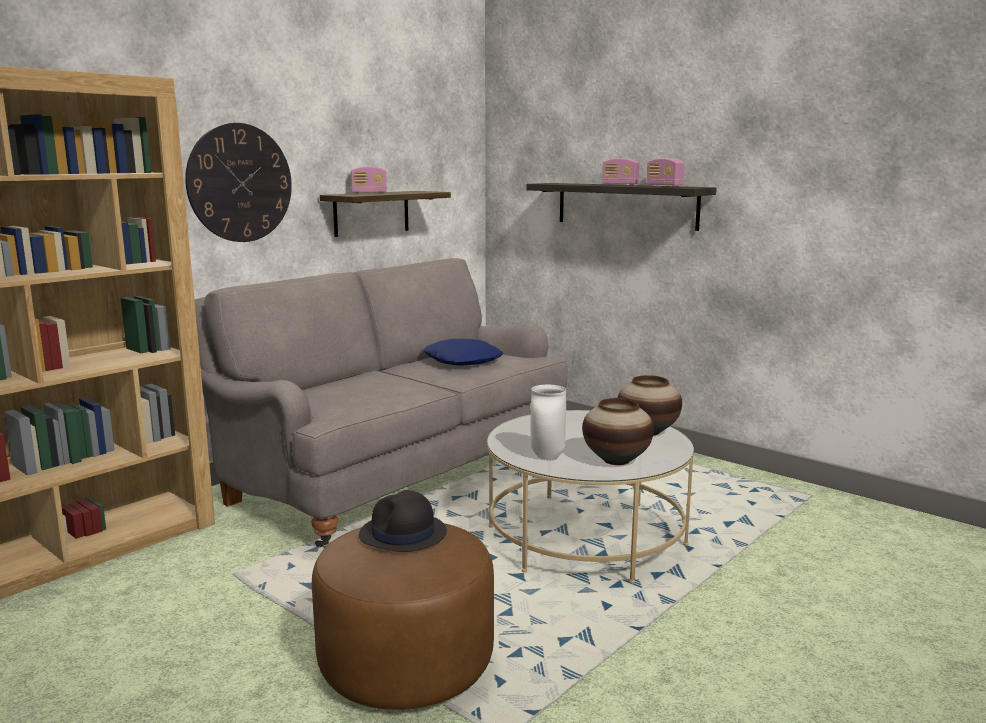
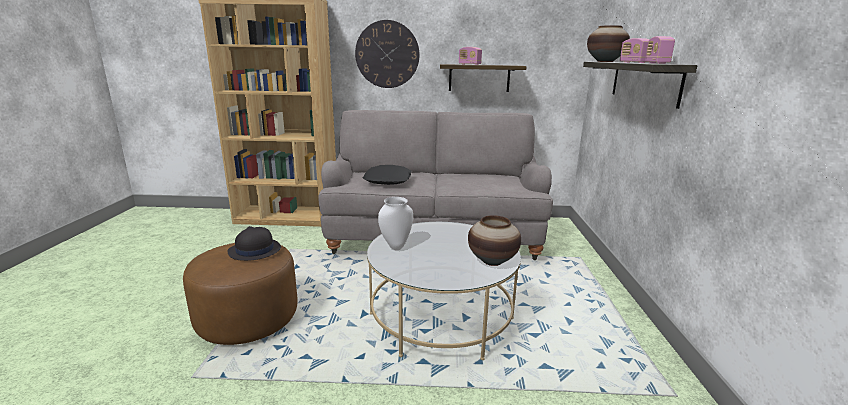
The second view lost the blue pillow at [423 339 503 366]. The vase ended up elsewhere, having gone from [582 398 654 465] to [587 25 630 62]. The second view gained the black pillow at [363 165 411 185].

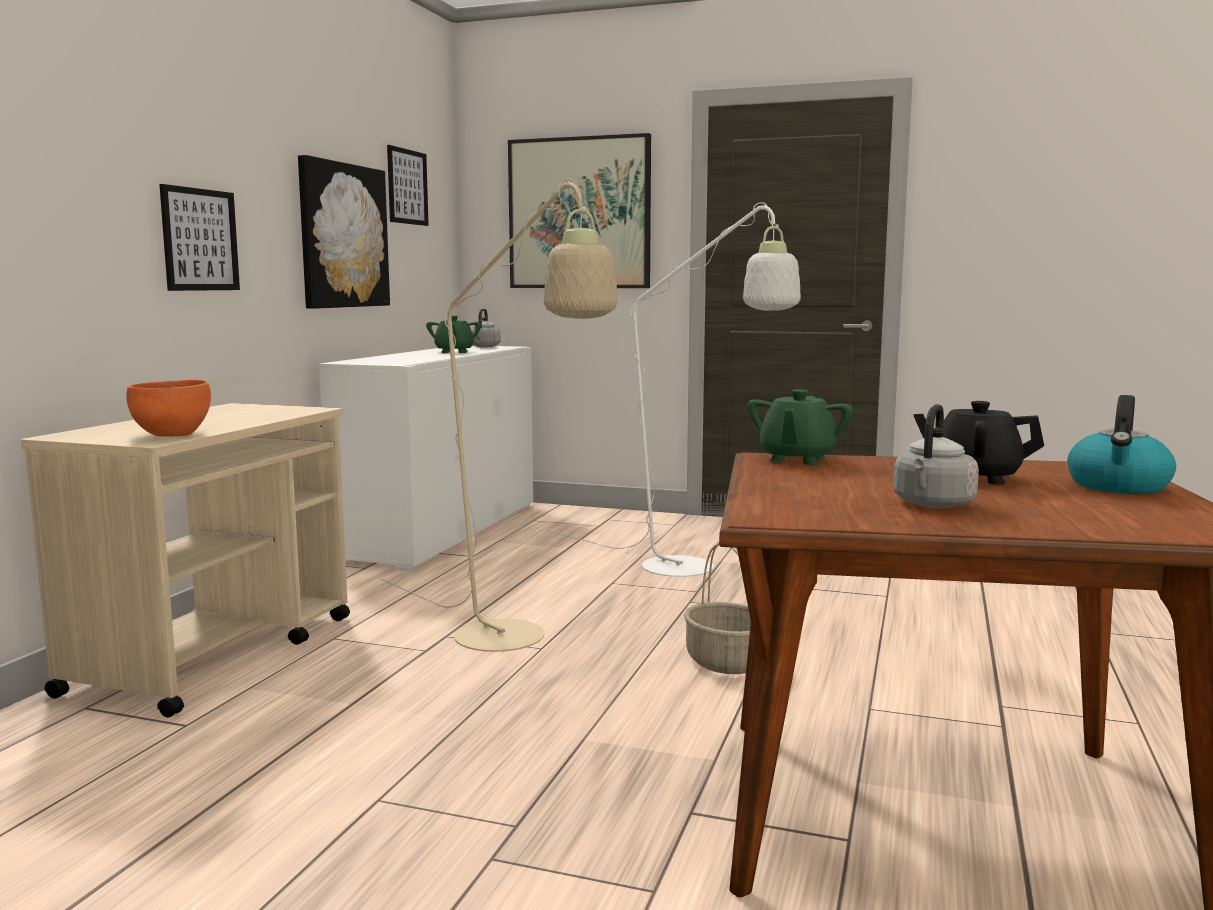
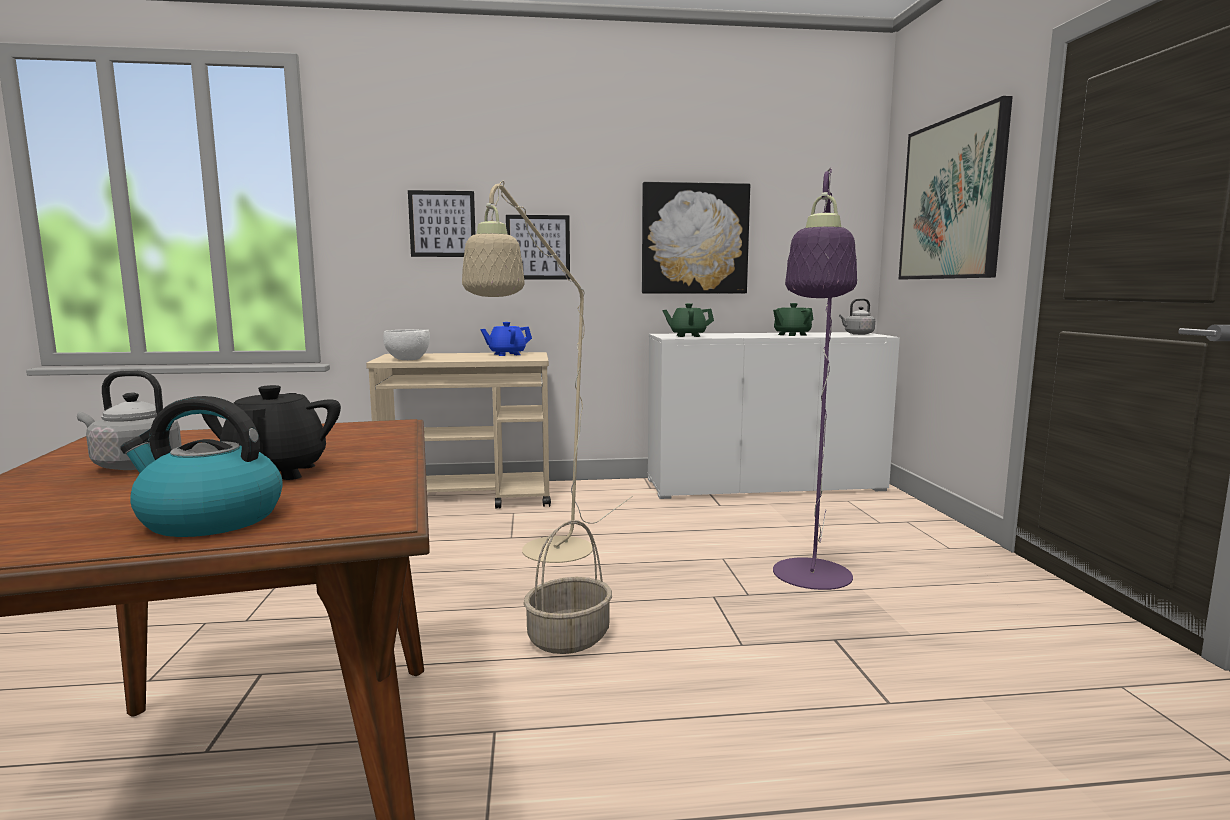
The picture ended up elsewhere, having gone from [387 145 429 226] to [408 190 475 257]. What was the white floor lamp at [546 202 801 577] turned into the purple floor lamp at [773 168 857 590]. What was the orange bowl at [126 380 211 437] turned into the white bowl at [383 330 430 360]. The green teapot ended up elsewhere, having gone from [747 389 853 465] to [663 303 714 337]. The second view gained the blue teapot at [481 322 532 356].

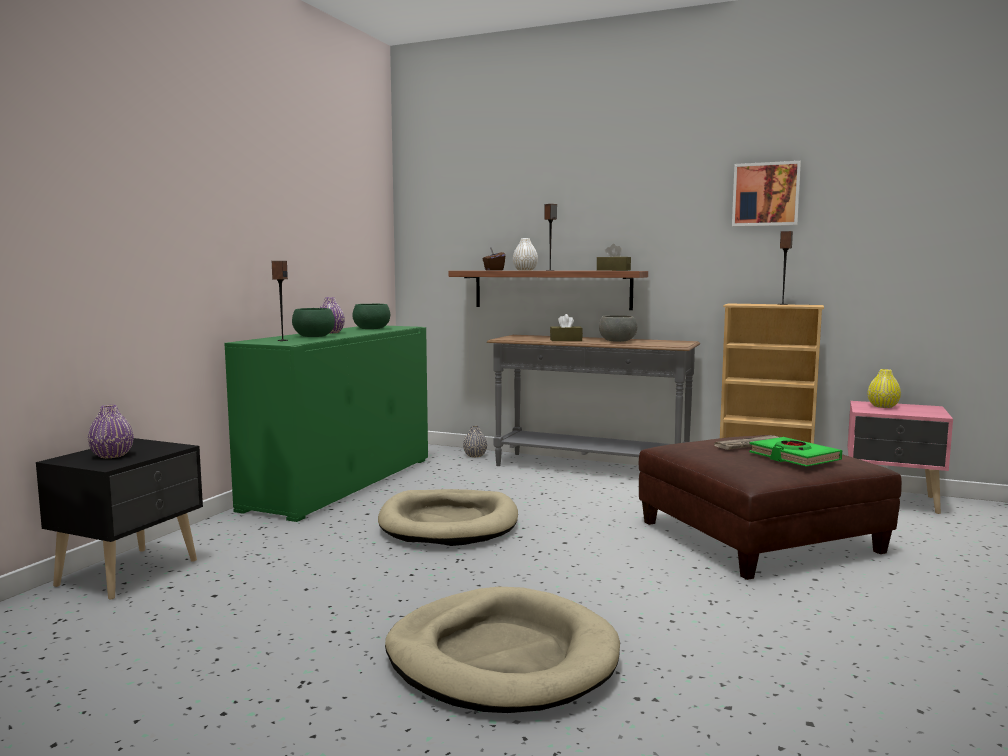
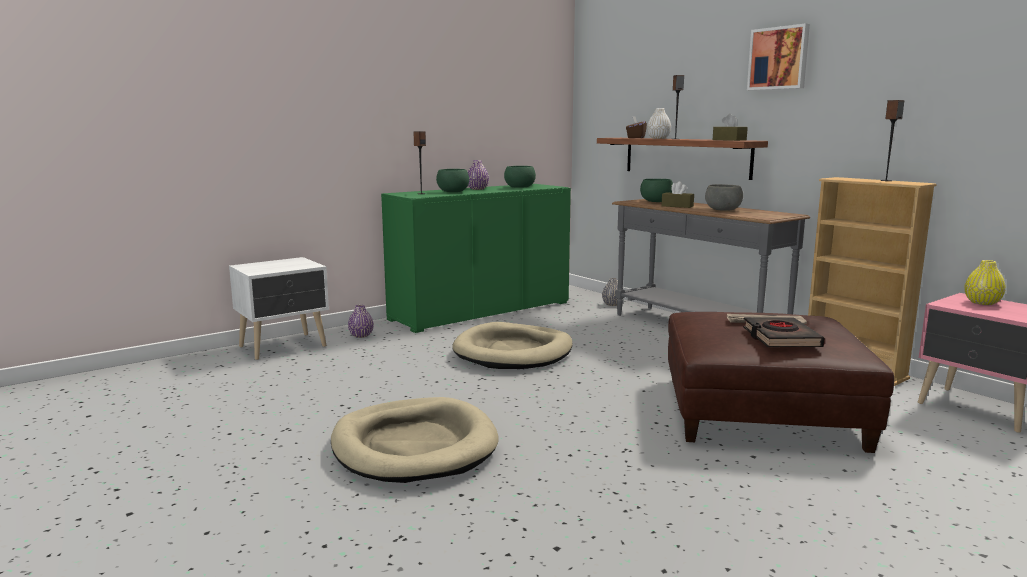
The picture ended up elsewhere, having gone from [732 161 801 227] to [747 23 810 90]. The purple vase ended up elsewhere, having gone from [88 405 134 458] to [348 305 374 338]. What was the green book at [749 437 842 467] turned into the black book at [743 317 825 347]. What was the black nightstand at [36 438 203 600] turned into the white nightstand at [229 257 329 360]. The second view gained the green bowl at [640 179 673 202].

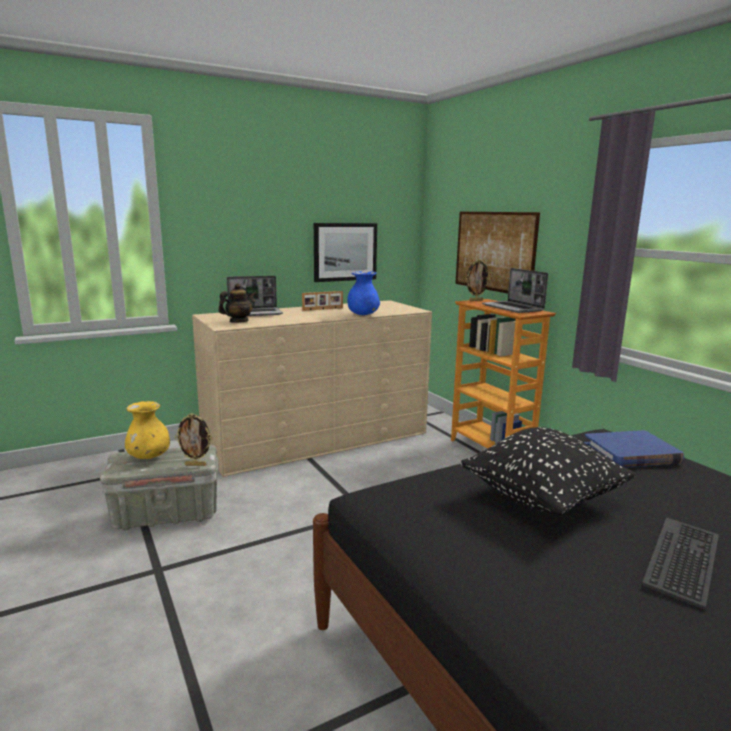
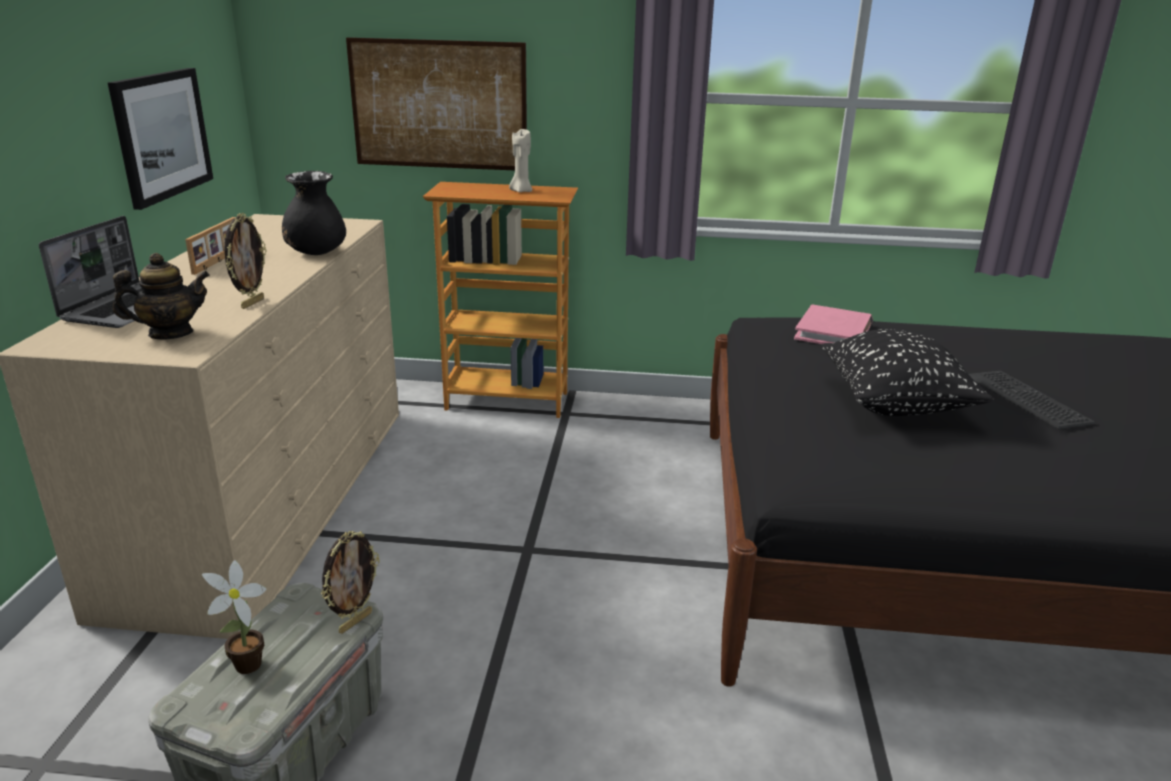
The picture frame ended up elsewhere, having gone from [466 259 490 301] to [224 213 266 309]. Where the laptop stood at [482 268 548 313], the beige candle came to stand at [509 129 532 192]. What was the blue vase at [347 271 380 315] turned into the black vase at [282 171 346 255]. The teapot at [218 283 257 322] ended up facing another way, 75 degrees clockwise from before. Where the yellow vase stood at [125 401 170 459], the potted plant came to stand at [202 560 266 674]. What was the blue book at [584 430 684 468] turned into the pink book at [794 304 873 344].

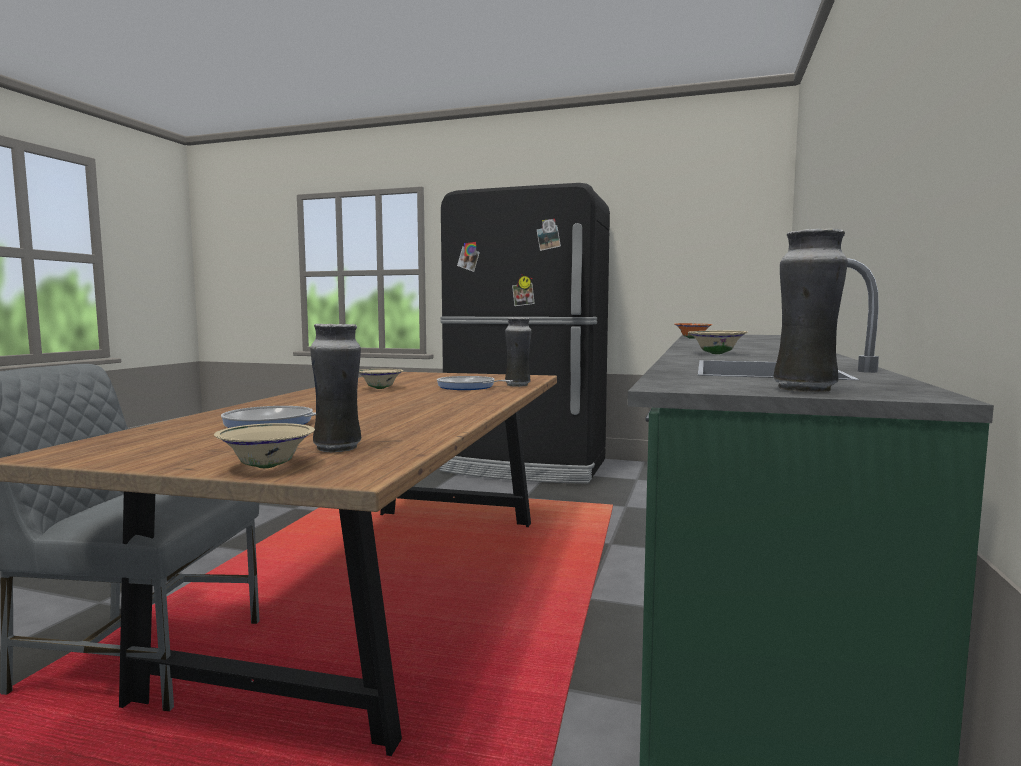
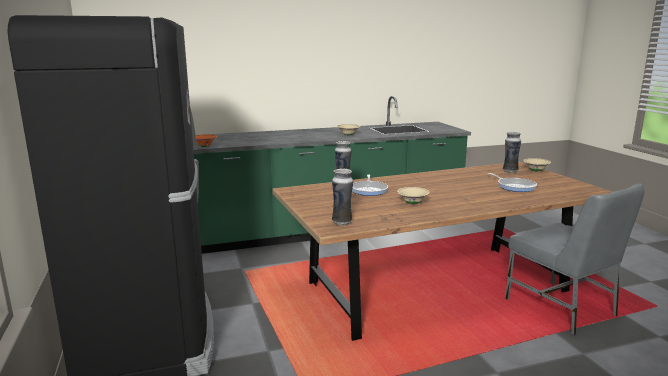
The vase ended up elsewhere, having gone from [774 228 848 393] to [332 169 353 226].

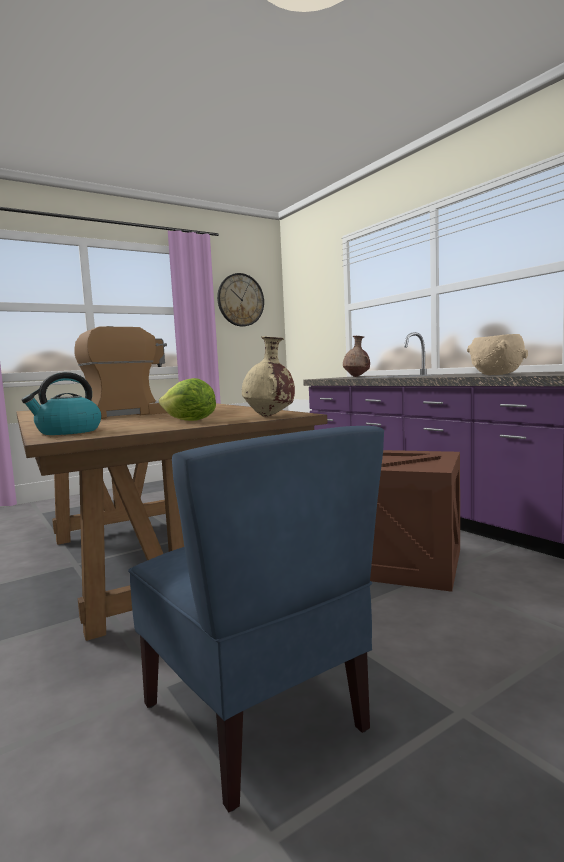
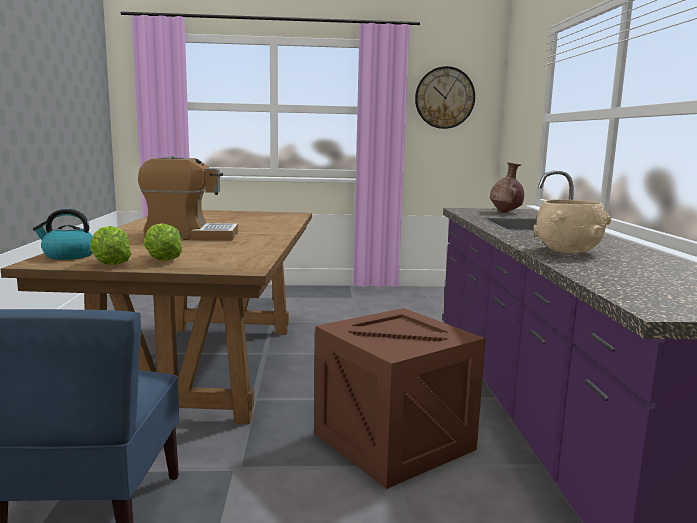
The second view lost the beige vase at [242 336 295 417]. The second view gained the lettuce at [90 226 131 265].

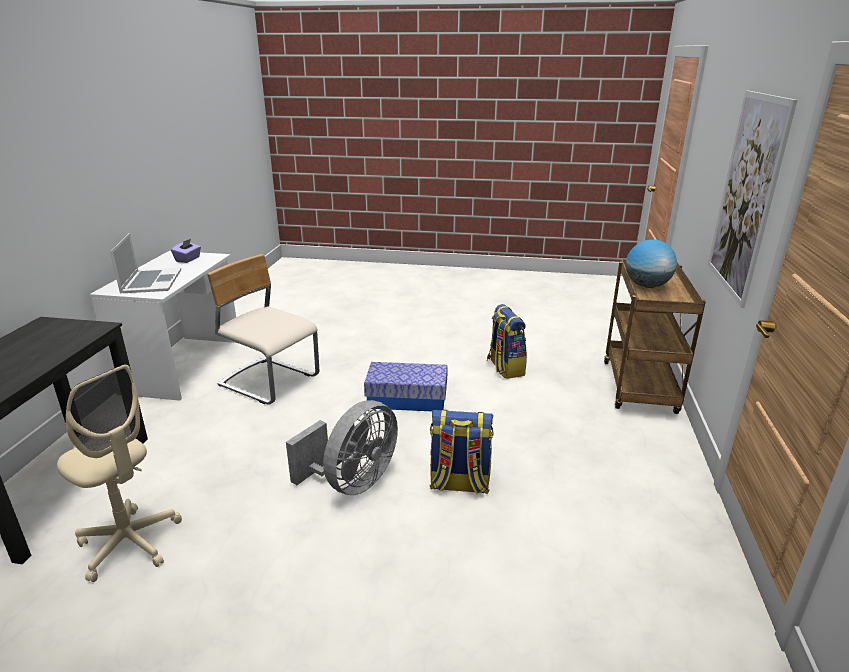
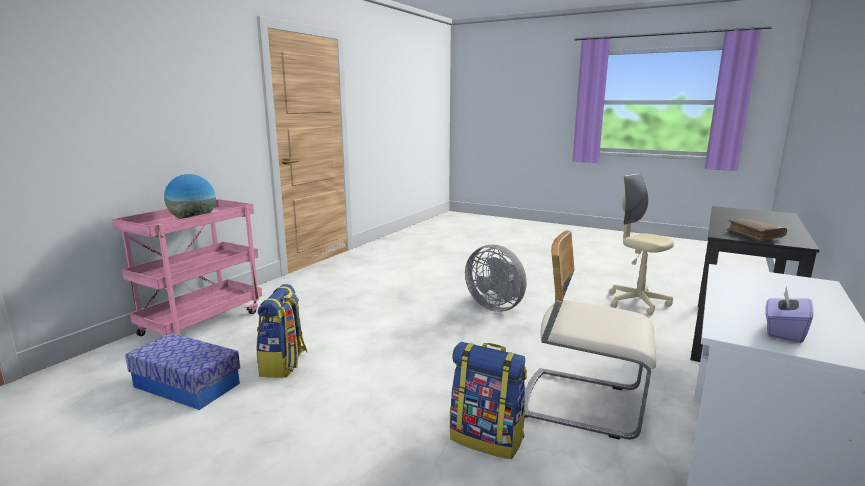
The second view lost the picture at [708 91 797 308]. The second view lost the laptop at [110 233 181 293]. The beige chair at [207 254 319 404] ended up facing another way, 150 degrees clockwise from before. What was the brown cart at [604 259 706 414] turned into the pink cart at [113 199 262 336]. The storage box ended up elsewhere, having gone from [364 362 448 411] to [125 333 240 410]. The grey fan at [286 400 398 495] ended up facing another way, 105 degrees counterclockwise from before. The backpack ended up elsewhere, having gone from [430 410 494 495] to [450 342 527 459]. The second view gained the brown book at [726 218 787 242].

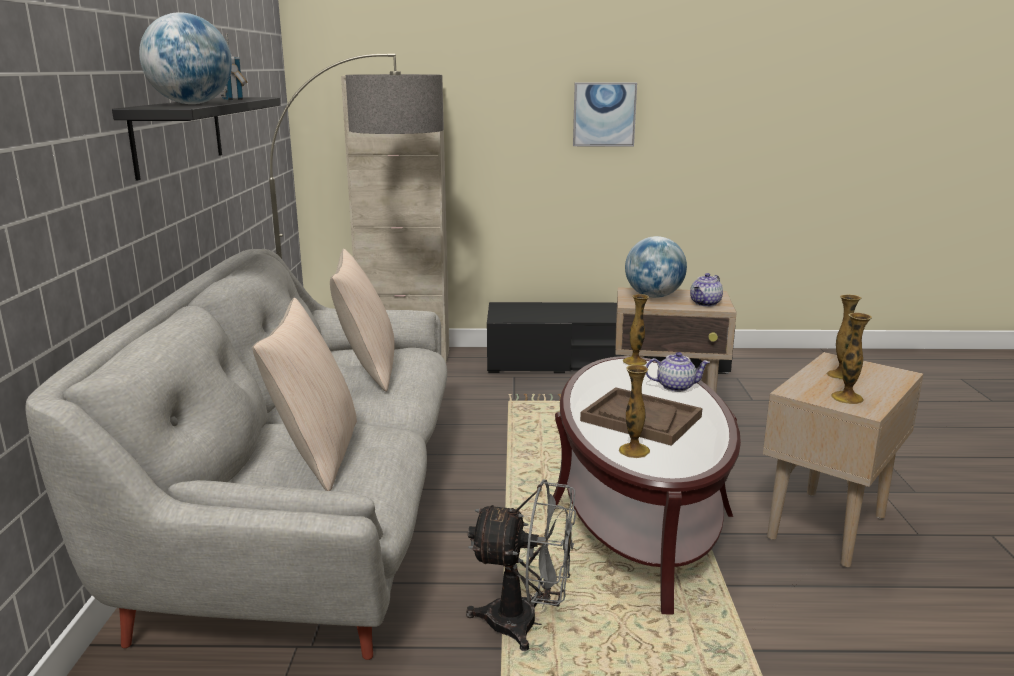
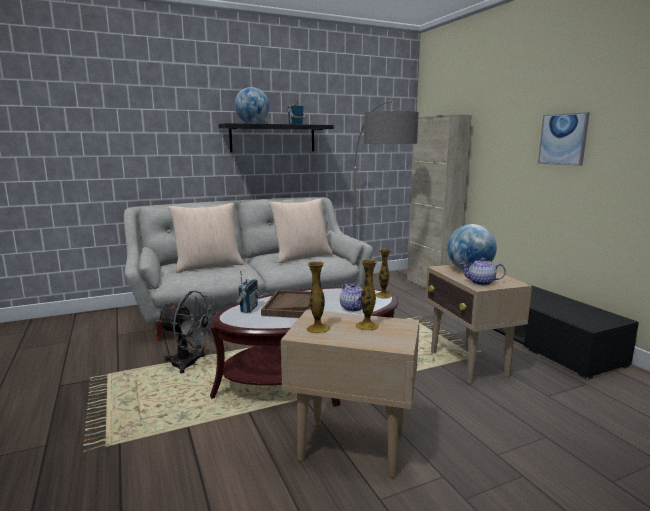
Where the vase stood at [619 365 650 458], the radio came to stand at [236 271 259 313]. The grey fan at [466 479 576 651] ended up facing another way, 60 degrees counterclockwise from before.

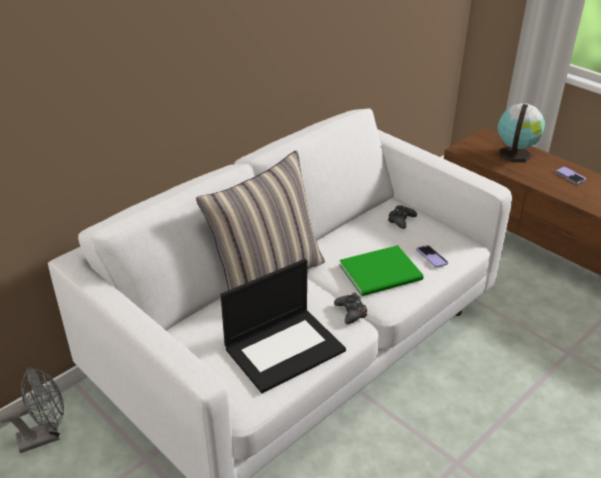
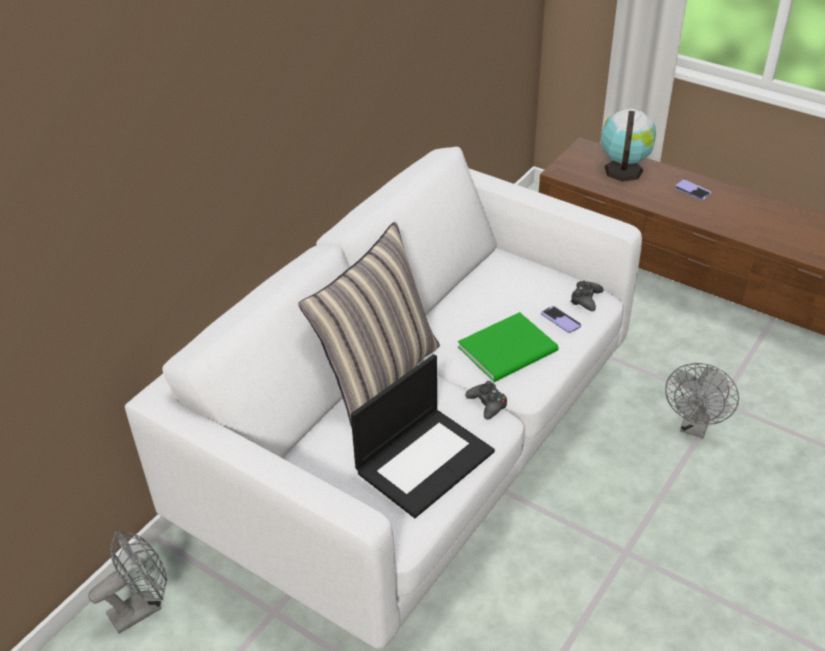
The black game controller ended up elsewhere, having gone from [388 205 417 229] to [570 280 603 311]. The second view gained the grey fan at [665 363 739 438].

